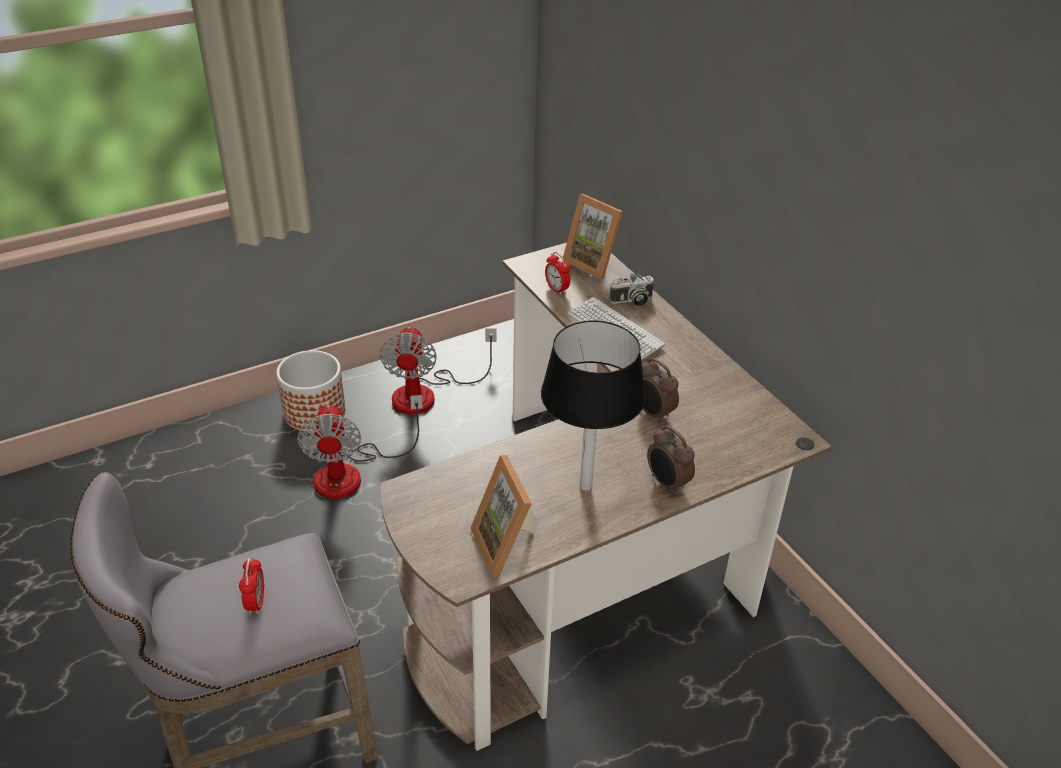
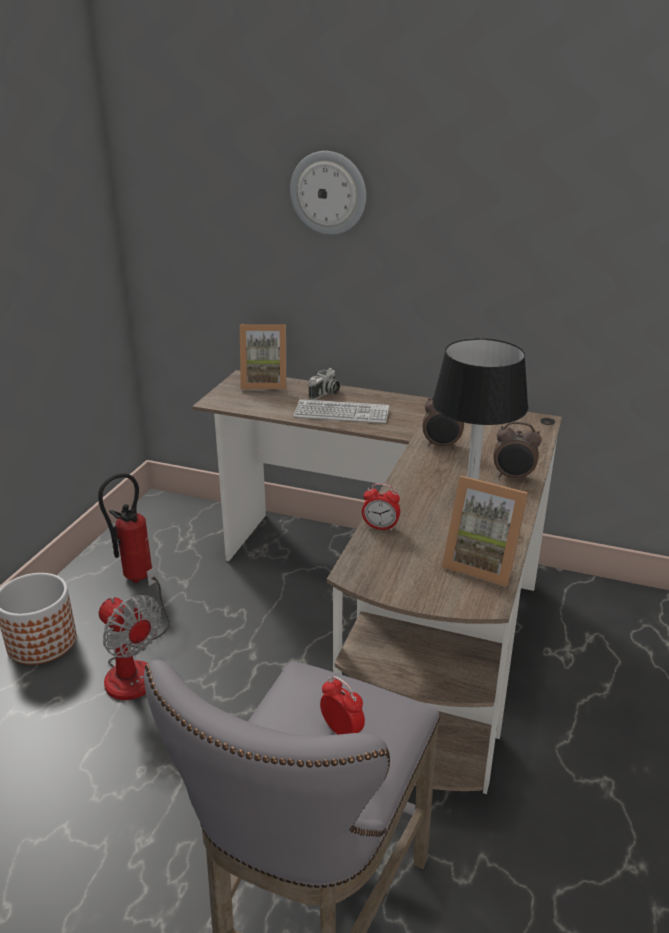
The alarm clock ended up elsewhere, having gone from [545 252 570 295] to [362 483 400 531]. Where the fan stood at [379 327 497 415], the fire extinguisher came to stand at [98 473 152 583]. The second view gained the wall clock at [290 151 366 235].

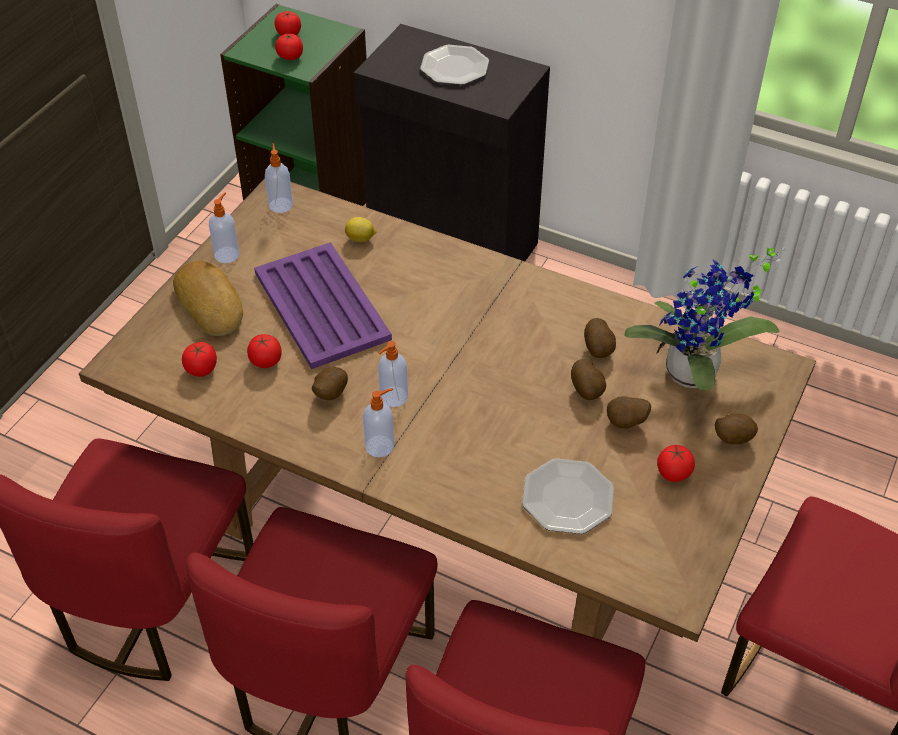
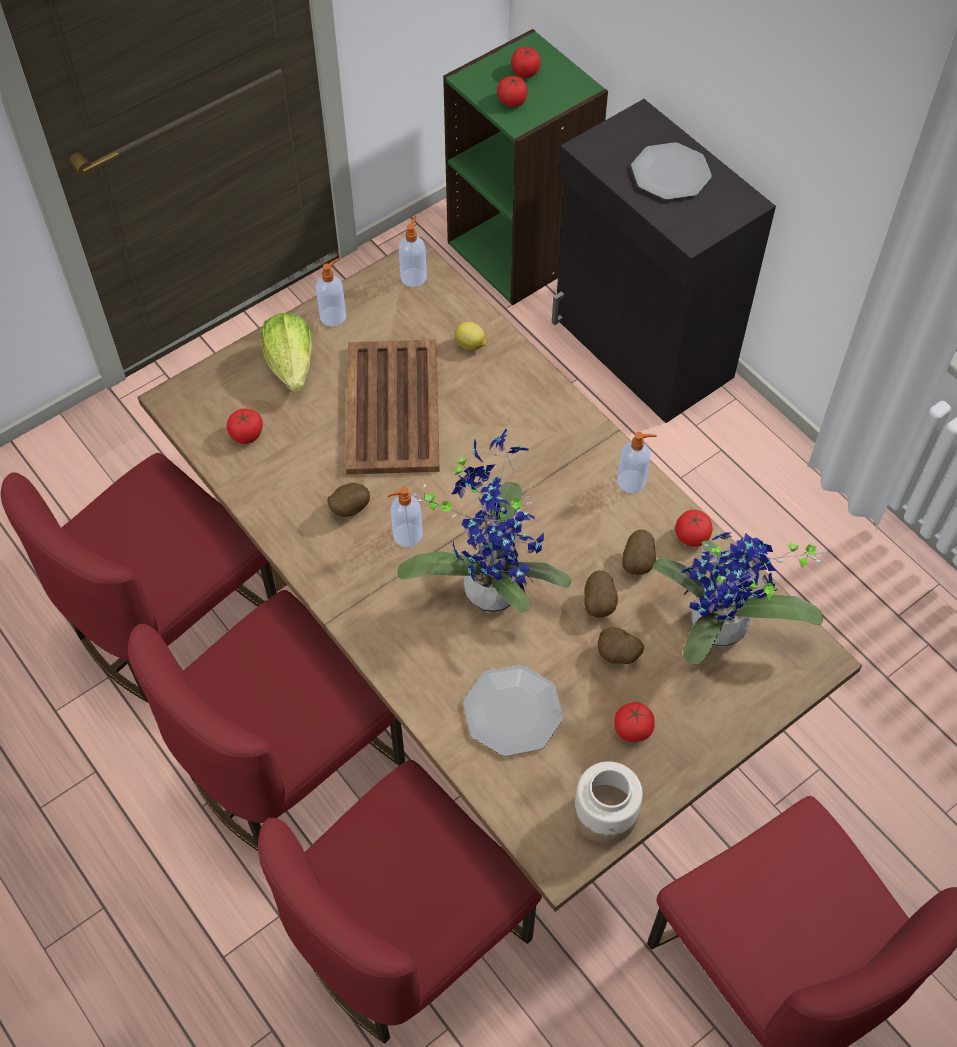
What was the purple tray at [254 242 392 369] turned into the brown tray at [346 340 440 474]. Where the bread stood at [173 261 243 336], the lettuce came to stand at [261 313 312 392]. The tomato ended up elsewhere, having gone from [247 334 282 368] to [675 510 712 547]. The soap dispenser ended up elsewhere, having gone from [363 388 394 457] to [617 432 657 493]. The second view lost the potato at [715 413 758 445]. The second view gained the potted plant at [397 429 571 613]. The second view gained the jar at [574 761 643 844].

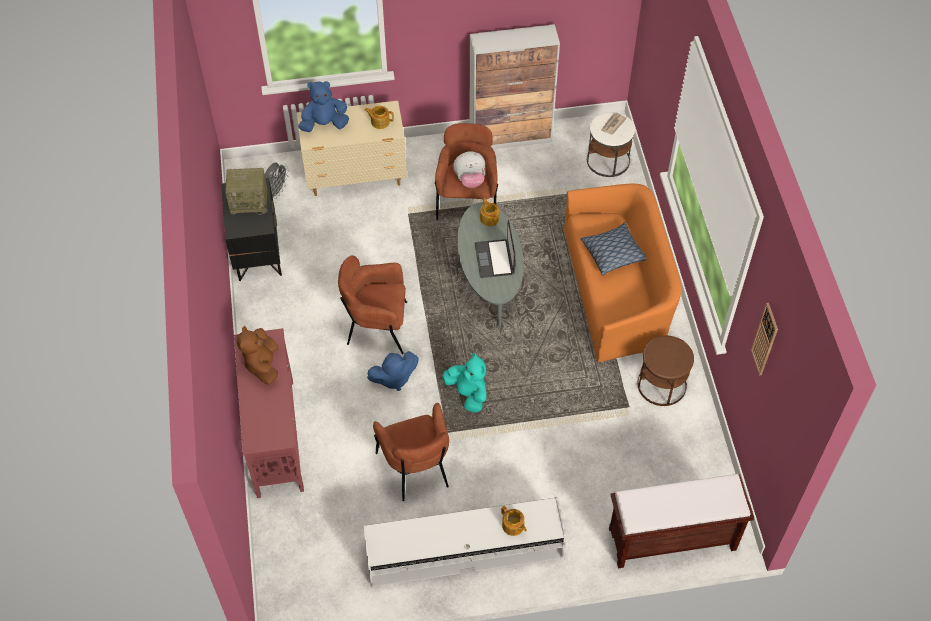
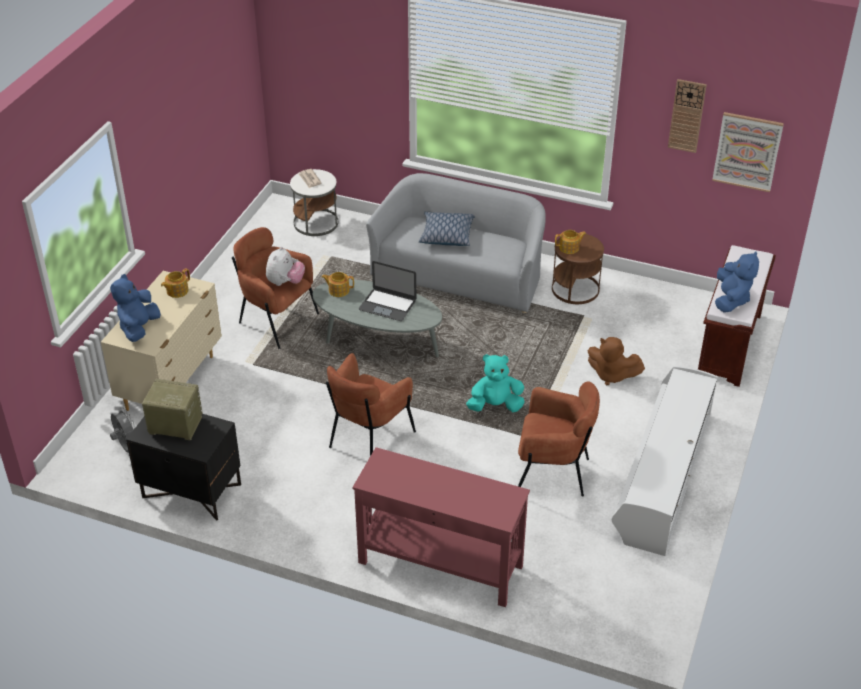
The second view lost the cabinet at [469 24 560 149]. The radio at [225 168 268 215] ended up facing another way, 105 degrees counterclockwise from before. What was the orange sofa at [564 184 681 362] turned into the grey sofa at [366 173 546 313]. The brown plush toy ended up elsewhere, having gone from [237 326 278 384] to [588 337 645 385]. The blue plush toy ended up elsewhere, having gone from [367 351 419 391] to [715 251 759 313]. The teapot ended up elsewhere, having gone from [501 506 527 536] to [555 230 586 254]. The second view gained the picture at [712 112 784 192].

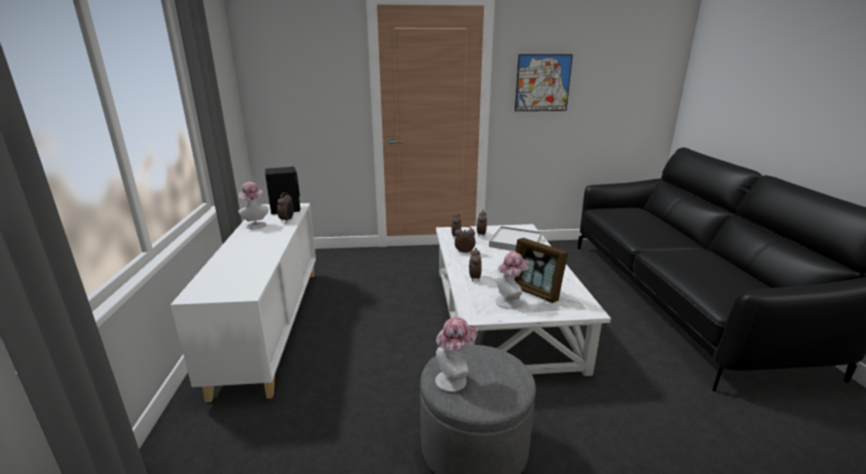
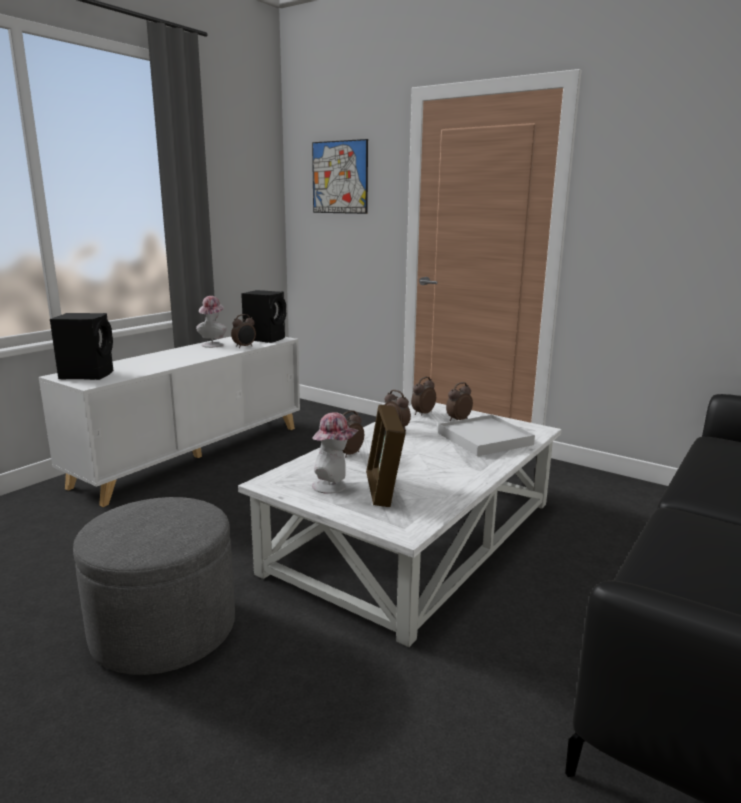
The picture ended up elsewhere, having gone from [515 54 573 111] to [312 139 368 214]. The second view lost the hat at [435 317 478 392]. The second view gained the black speaker at [50 313 113 380].

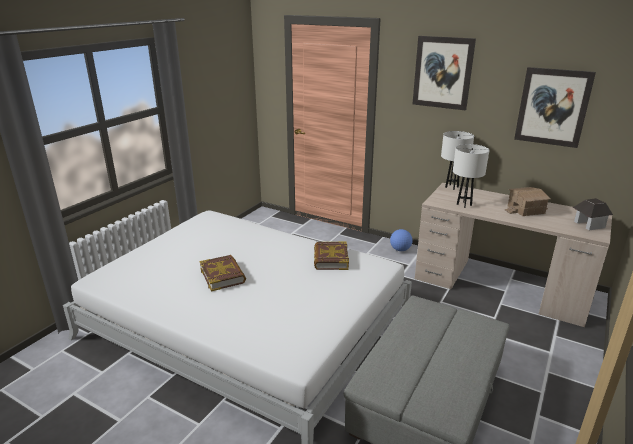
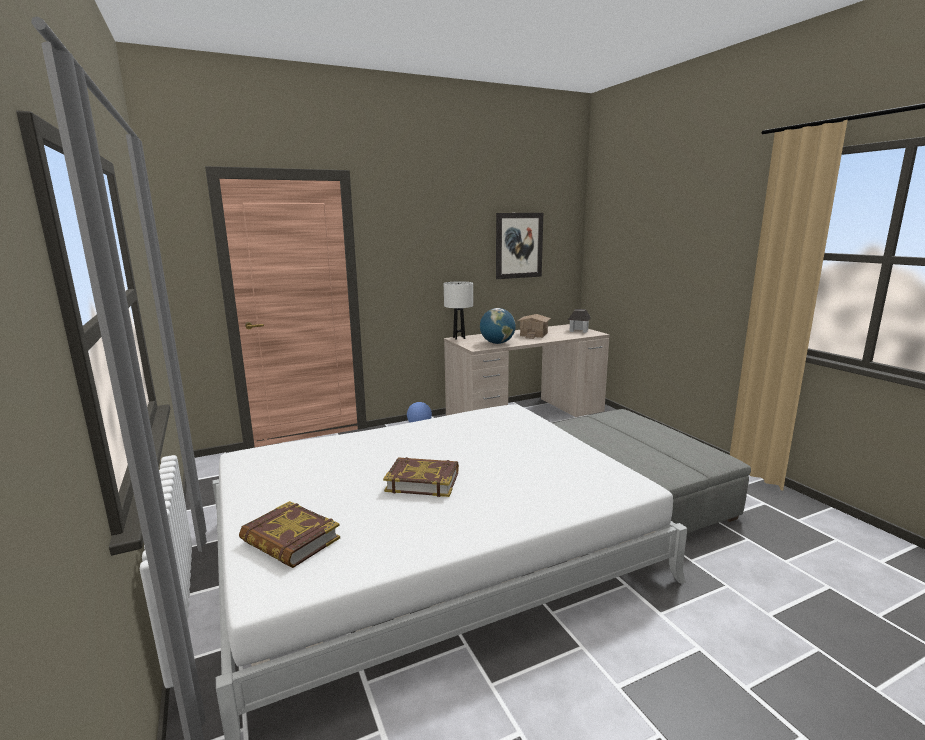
The second view lost the picture at [413 36 476 111]. Where the white table lamp stood at [453 144 489 208], the globe came to stand at [480 308 516 344]. The book ended up elsewhere, having gone from [314 241 349 270] to [239 501 340 568].

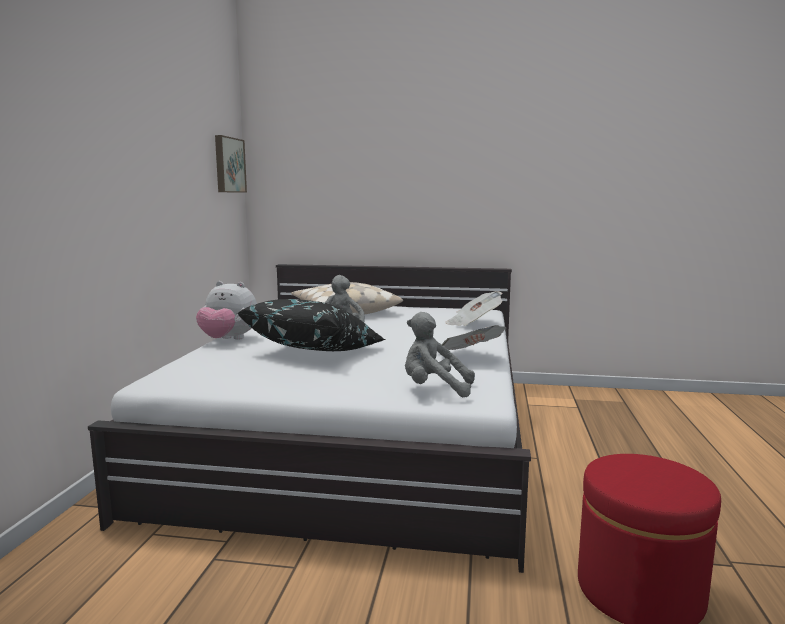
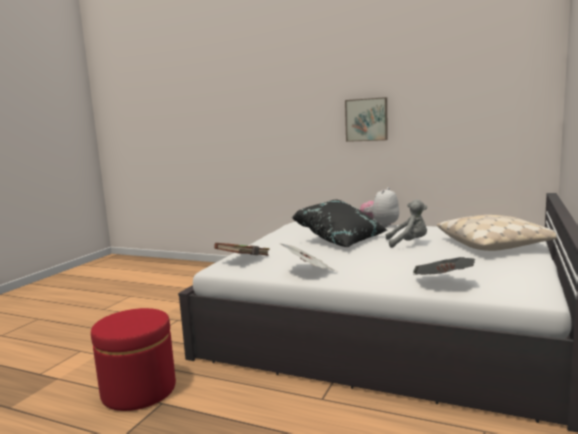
The picture ended up elsewhere, having gone from [215 135 247 193] to [345 97 388 142]. Where the grey plush toy stood at [405 312 475 397], the brown book came to stand at [214 243 270 256].

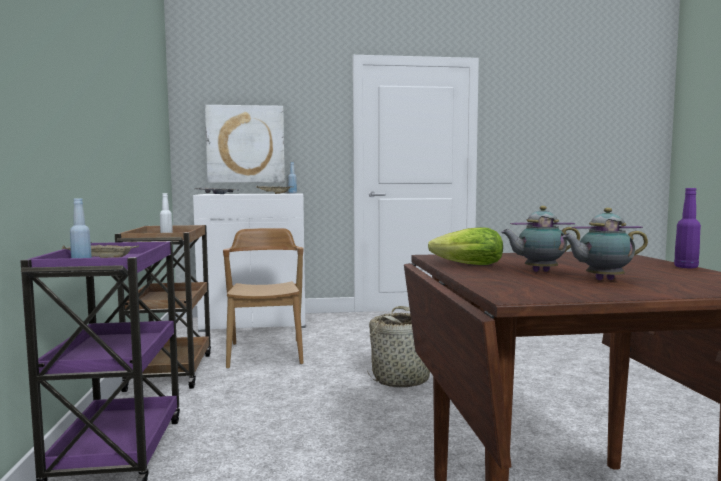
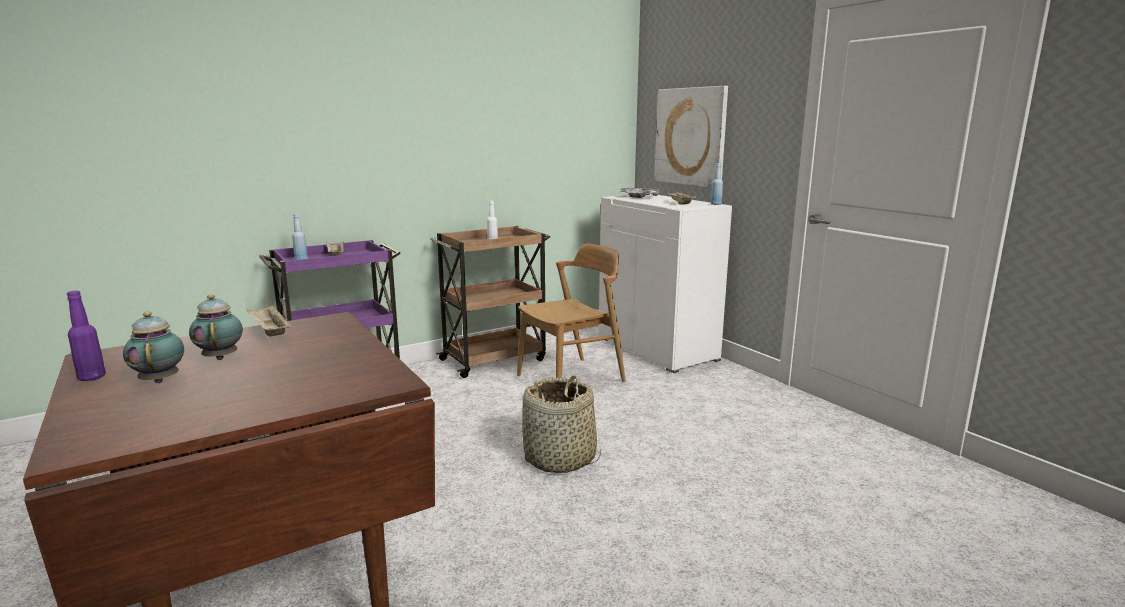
The purple bottle ended up elsewhere, having gone from [674 188 701 268] to [67 291 106 381]. Where the lettuce stood at [428 227 503 265], the beige tray came to stand at [246 305 291 337].

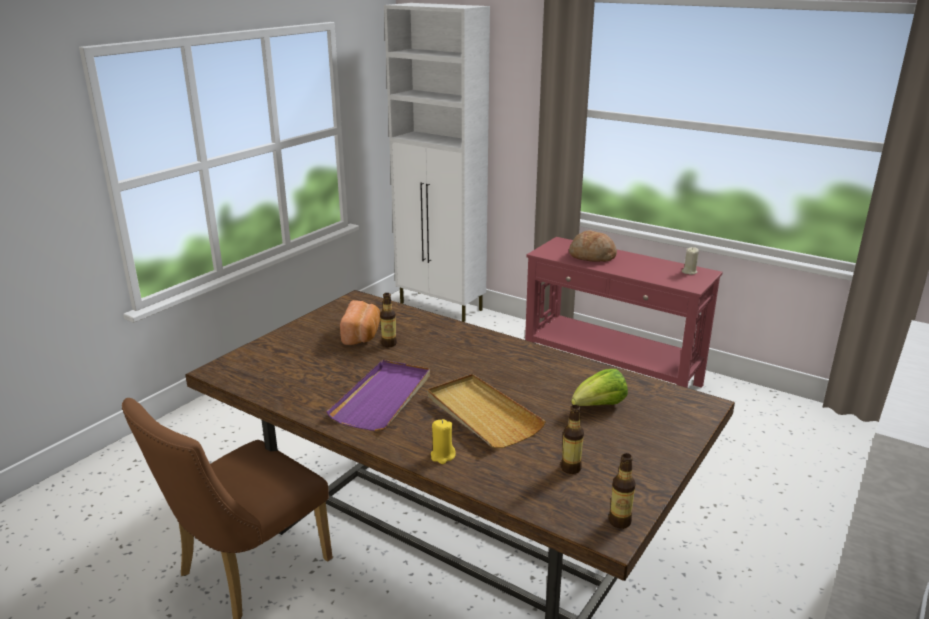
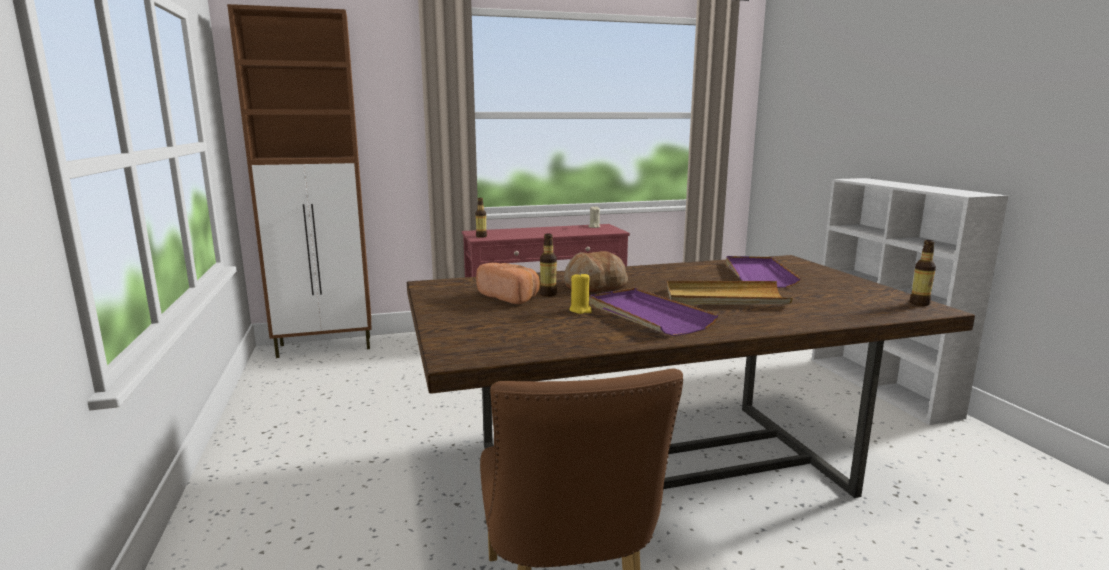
What was the white cabinet at [384 3 490 322] turned into the brown cabinet at [227 4 371 358]. The bread ended up elsewhere, having gone from [569 230 617 262] to [564 251 628 292]. Where the lettuce stood at [571 369 628 406], the purple tray came to stand at [726 256 801 288]. The bottle ended up elsewhere, having gone from [561 405 584 474] to [476 198 487 238]. The yellow candle ended up elsewhere, having gone from [431 419 456 464] to [569 272 592 314].

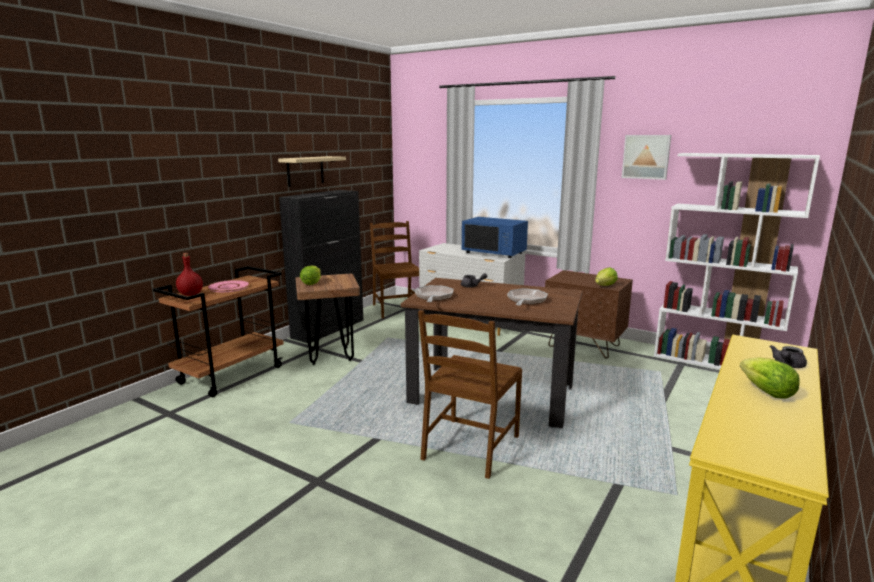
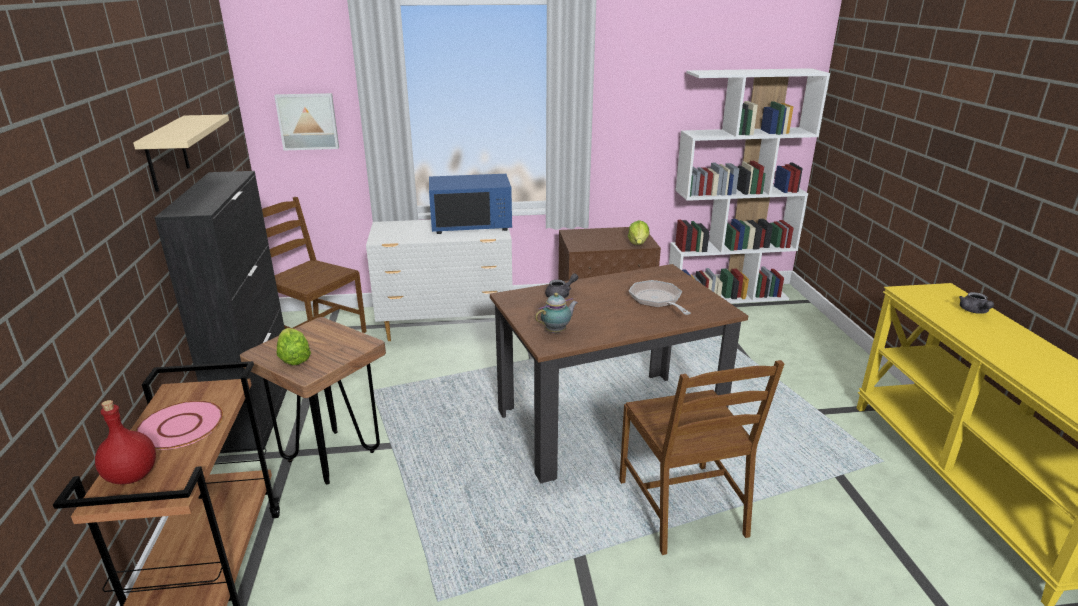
The picture ended up elsewhere, having gone from [622 135 671 180] to [274 93 339 150]. Where the frying pan stood at [415 285 454 302], the teapot came to stand at [535 293 578 333]. The second view lost the lettuce at [740 357 800 398].

